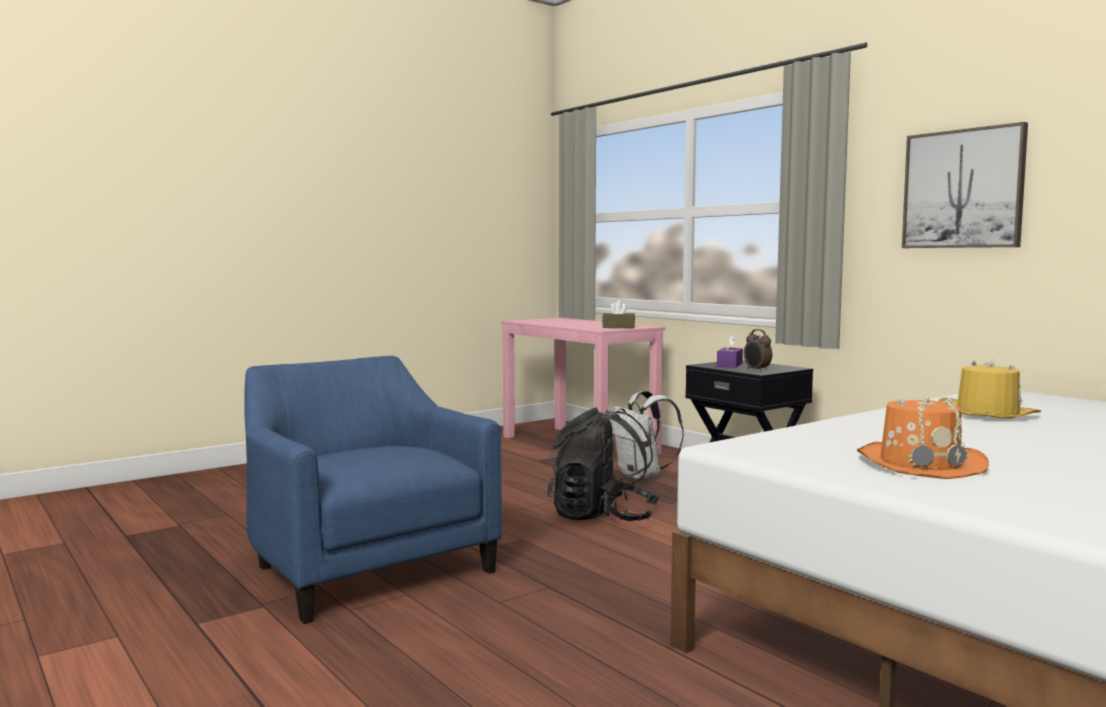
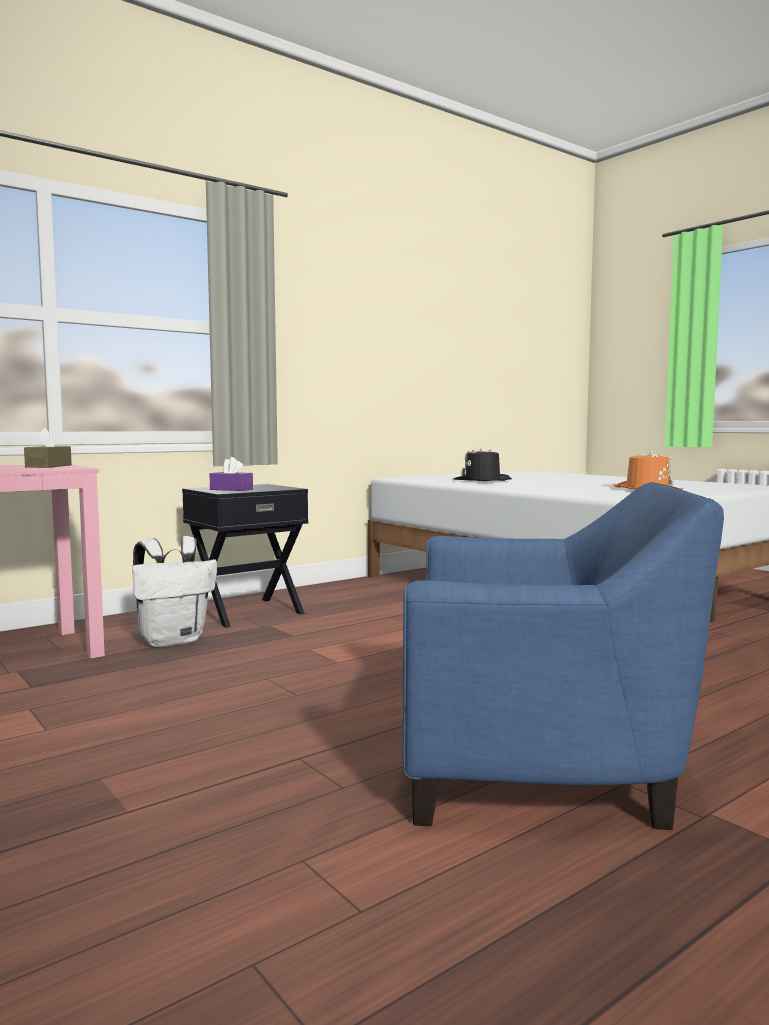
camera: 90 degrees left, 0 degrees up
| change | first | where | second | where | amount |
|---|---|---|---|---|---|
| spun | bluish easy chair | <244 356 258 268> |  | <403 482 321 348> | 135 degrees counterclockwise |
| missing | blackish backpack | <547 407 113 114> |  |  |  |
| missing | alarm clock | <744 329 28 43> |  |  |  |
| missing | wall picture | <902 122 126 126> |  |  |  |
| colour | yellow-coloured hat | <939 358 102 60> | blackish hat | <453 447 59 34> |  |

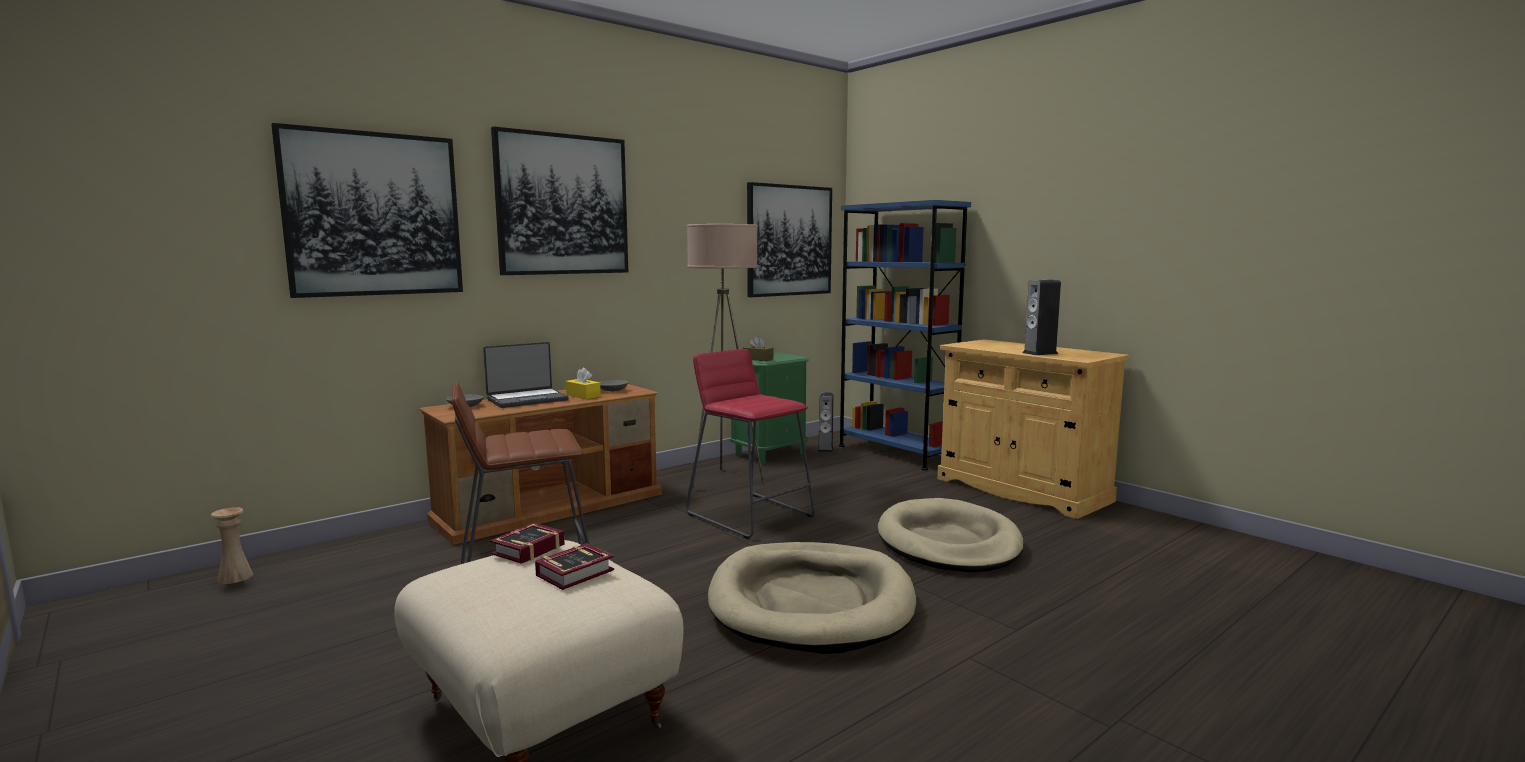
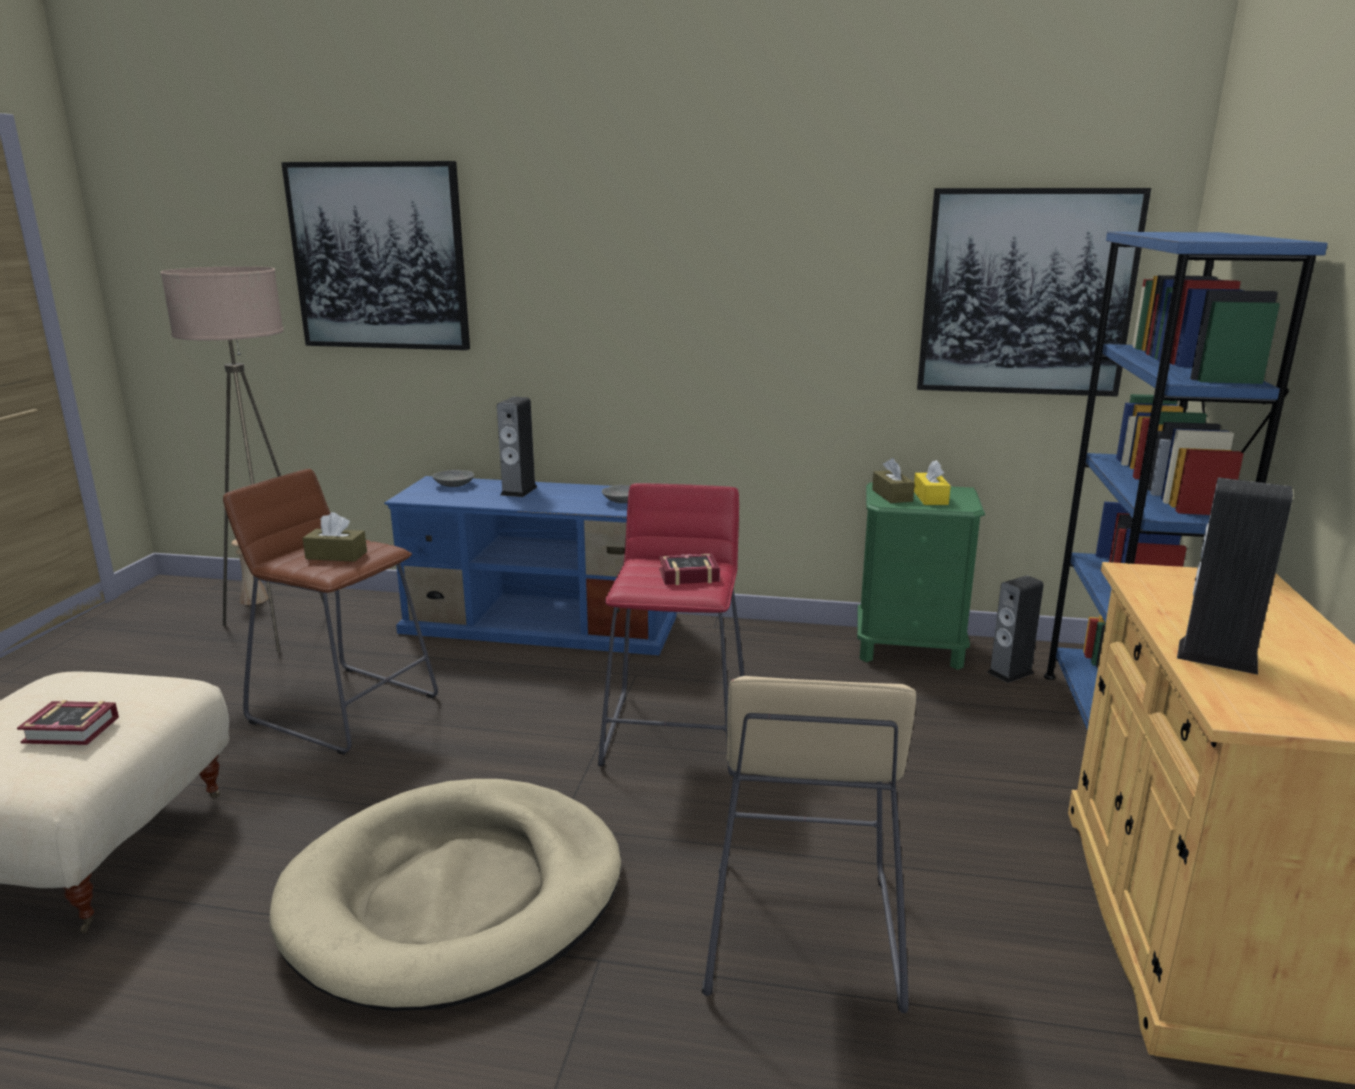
camera: 50 degrees right, 10 degrees up
| change | first | where | second | where | amount |
|---|---|---|---|---|---|
| colour | brownish tv stand | <419 384 243 161> | bluish tv stand | <384 476 293 179> |  |
| exchanged | laptop | <483 342 86 66> | speaker | <497 397 40 100> |  |
| relocated | bound book | <490 523 75 41> |  | <659 553 61 32> |  |
| missing | wall picture | <491 127 137 148> |  |  |  |
| relocated | yellow-coloured tissue box | <566 368 35 31> |  | <914 460 37 45> |  |
| relocated | sand-coloured floor lamp | <687 224 78 266> |  | <161 266 163 386> |  |
| exchanged | sand-coloured pet bed | <878 498 146 74> | sand-coloured sitting stool | <702 676 214 337> |  |
| appeared |  |  | brownish tissue box | <303 512 64 50> |  |

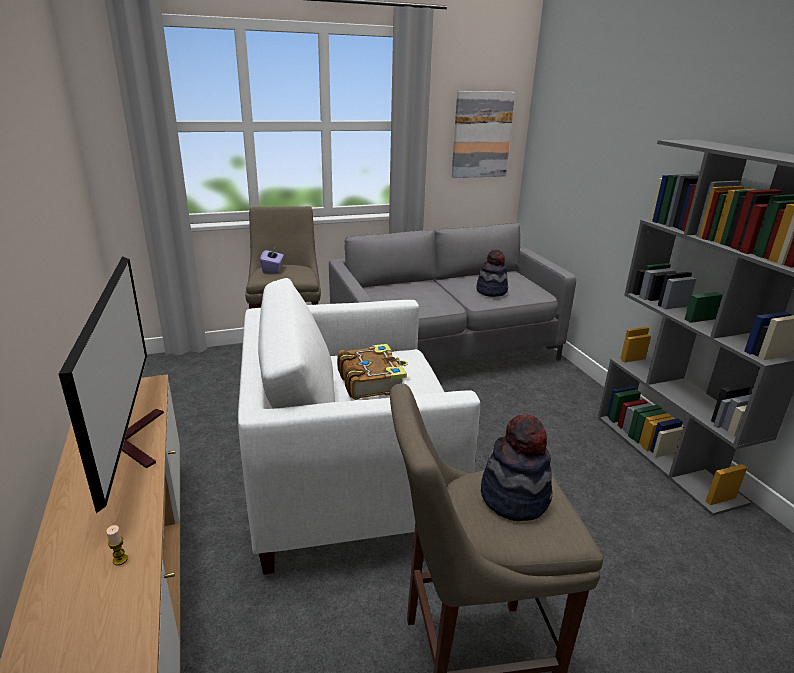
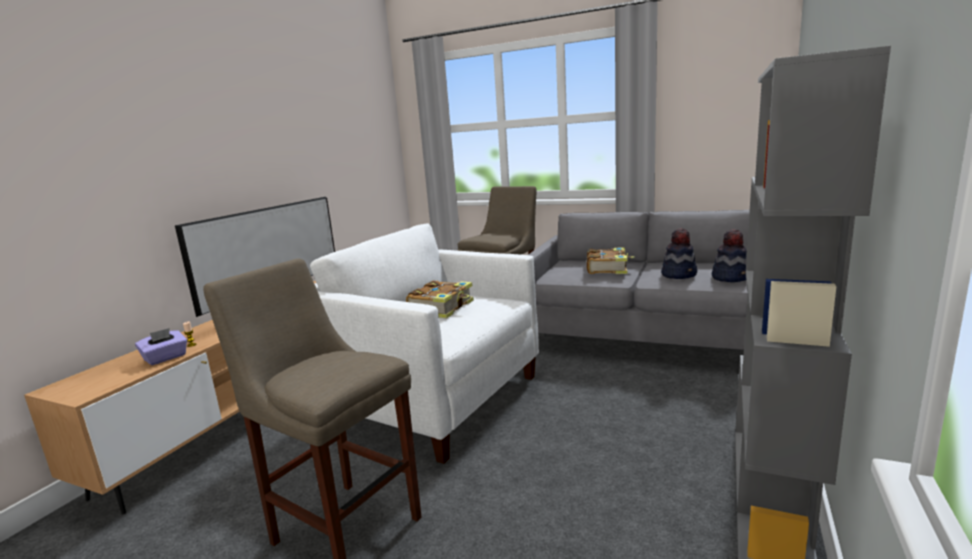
camera: 45 degrees right, 10 degrees down
| change | first | where | second | where | amount |
|---|---|---|---|---|---|
| relocated | purple-coloured tissue box | <260 247 24 26> |  | <135 328 52 37> |  |
| missing | wall picture | <452 91 63 87> |  |  |  |
| relocated | hat | <481 414 72 107> |  | <712 229 35 53> |  |
| appeared |  |  | bound book | <587 247 48 27> |  |

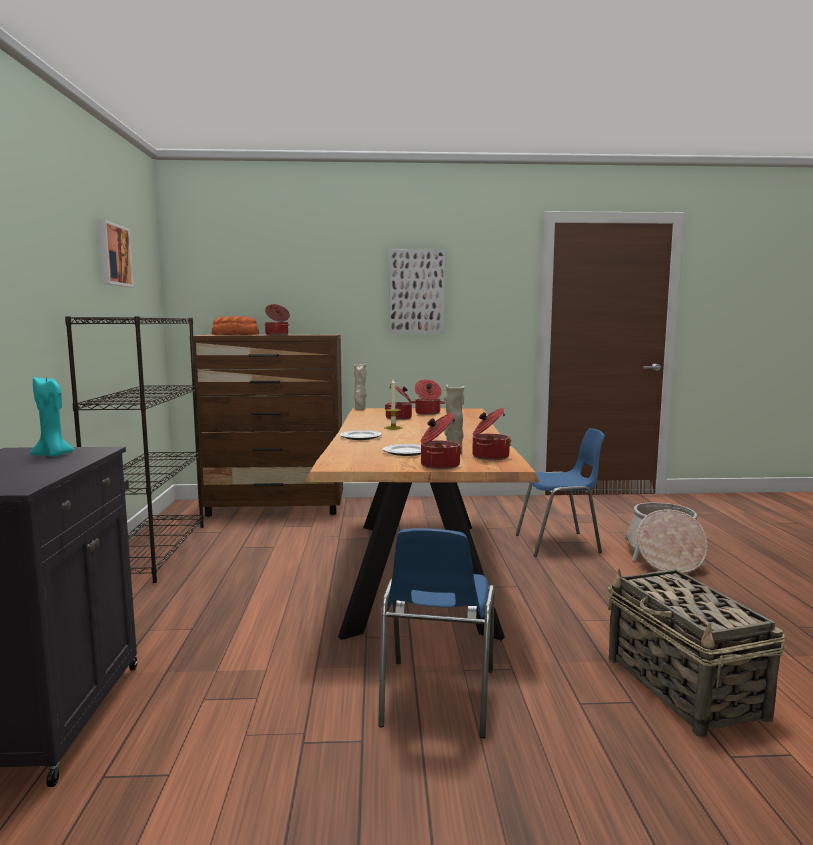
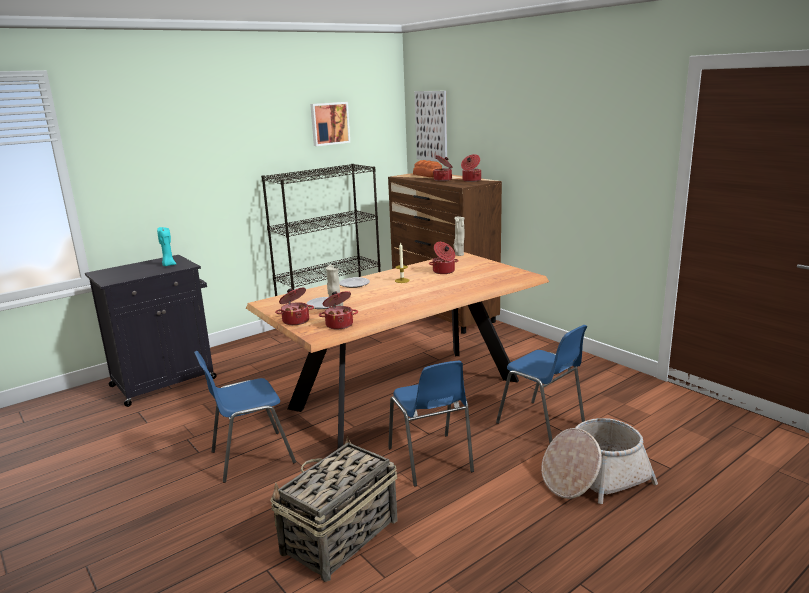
camera: 55 degrees right, 10 degrees up
| change | first | where | second | where | amount |
|---|---|---|---|---|---|
| relocated | wall picture | <389 249 56 85> |  | <415 91 32 71> |  |
| relocated | stockpot | <412 379 34 36> |  | <461 154 20 28> |  |
| appeared |  |  | bluish chair | <388 361 86 126> |  |

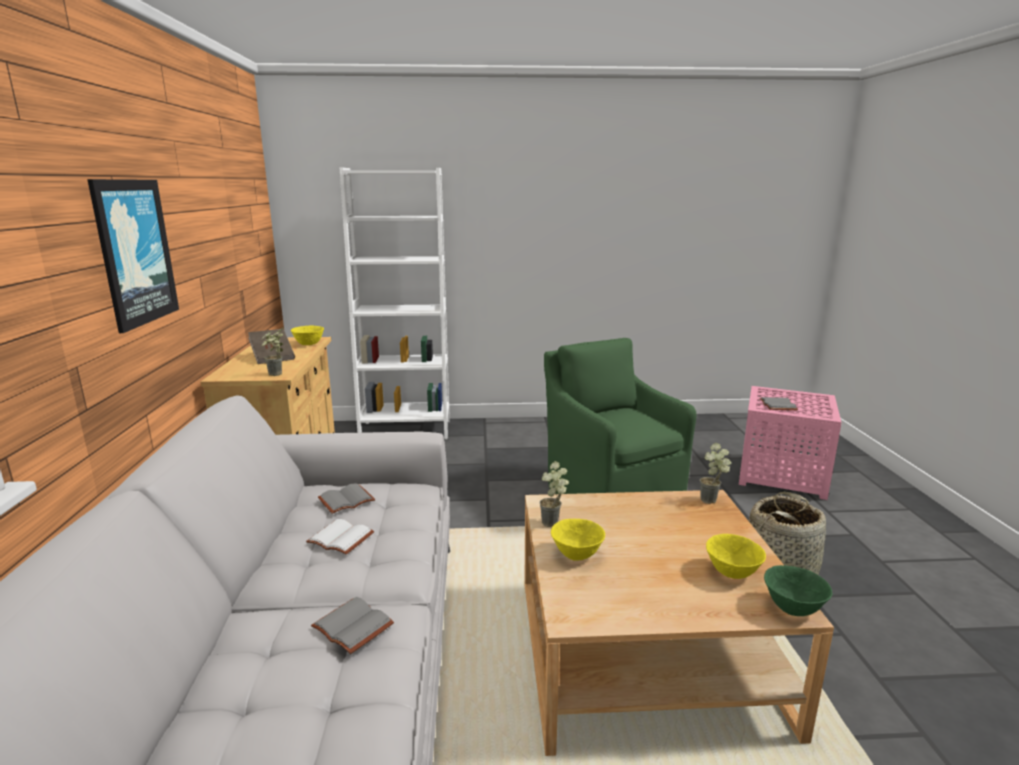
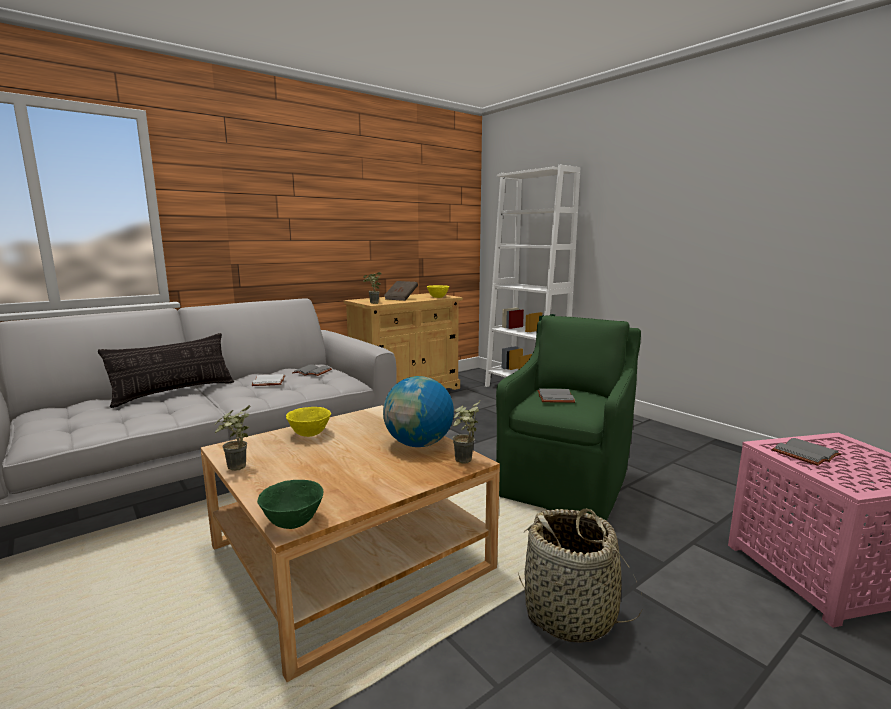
camera: 55 degrees right, 5 degrees down
| change | first | where | second | where | amount |
|---|---|---|---|---|---|
| missing | wall picture | <87 179 92 154> |  |  |  |
| relocated | greyish bound book | <311 597 83 57> |  | <537 389 38 14> |  |
| relocated | houseplant | <539 461 30 66> |  | <215 405 36 66> |  |
| missing | yellow-coloured serving bowl | <706 534 60 45> |  |  |  |
| appeared |  |  | pillow | <98 333 136 75> |  |
| appeared |  |  | world globe | <383 376 71 71> |  |

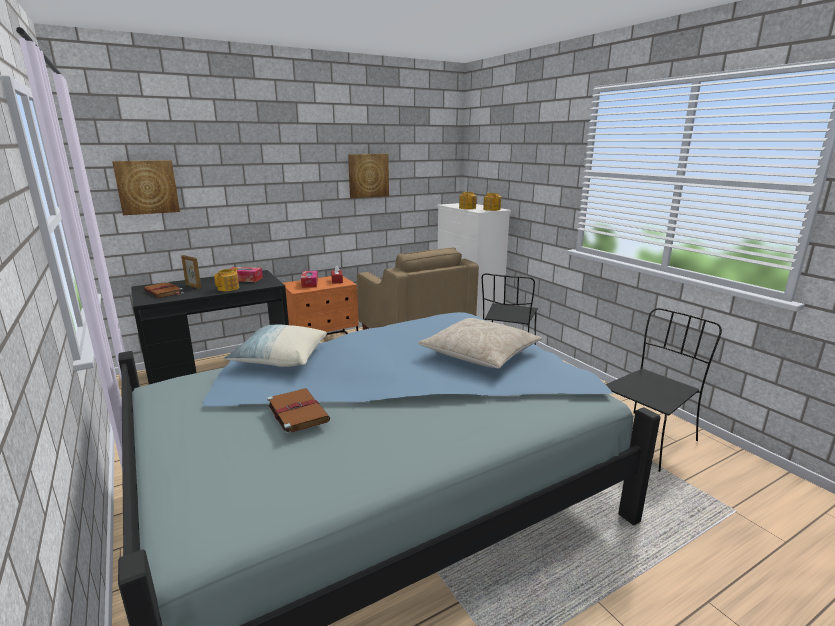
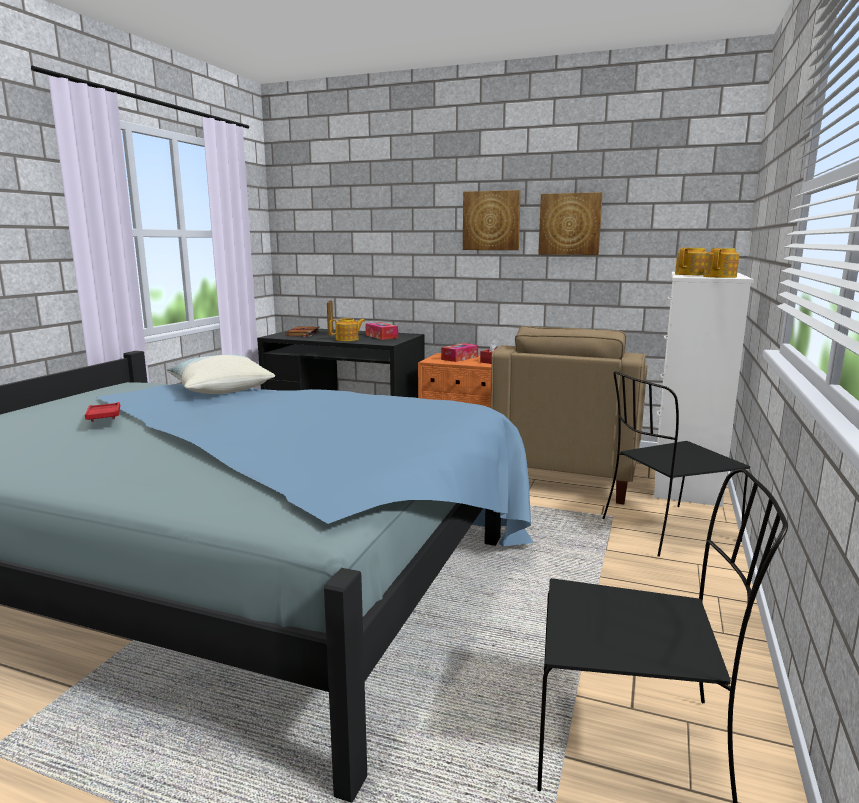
camera: 50 degrees right, 5 degrees down
| change | first | where | second | where | amount |
|---|---|---|---|---|---|
| relocated | wall picture | <112 160 68 55> |  | <463 190 58 60> |  |
| exchanged | brownish bound book | <267 389 63 46> | red-coloured serving tray | <85 402 35 20> |  |
| missing | sand-coloured pillow | <418 318 124 50> |  |  |  |

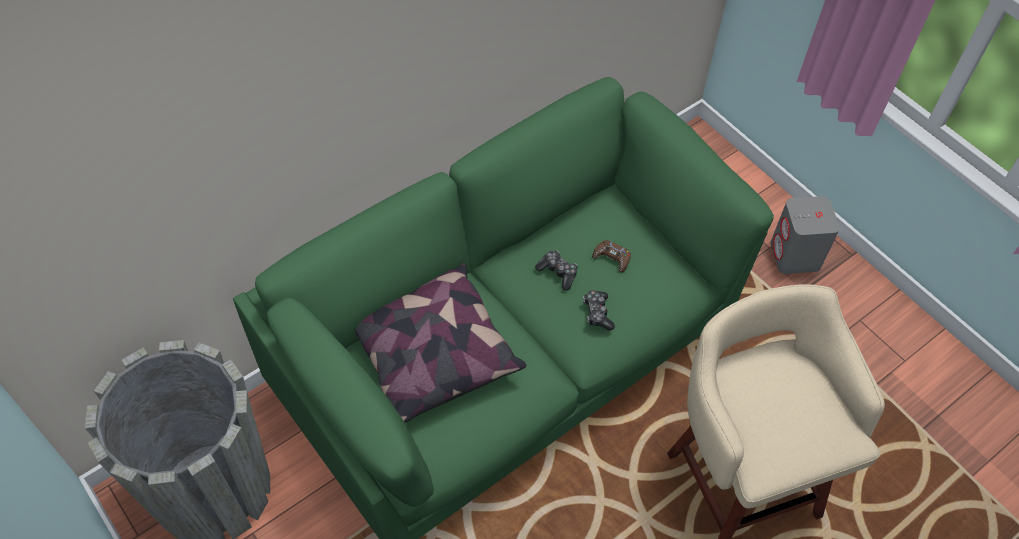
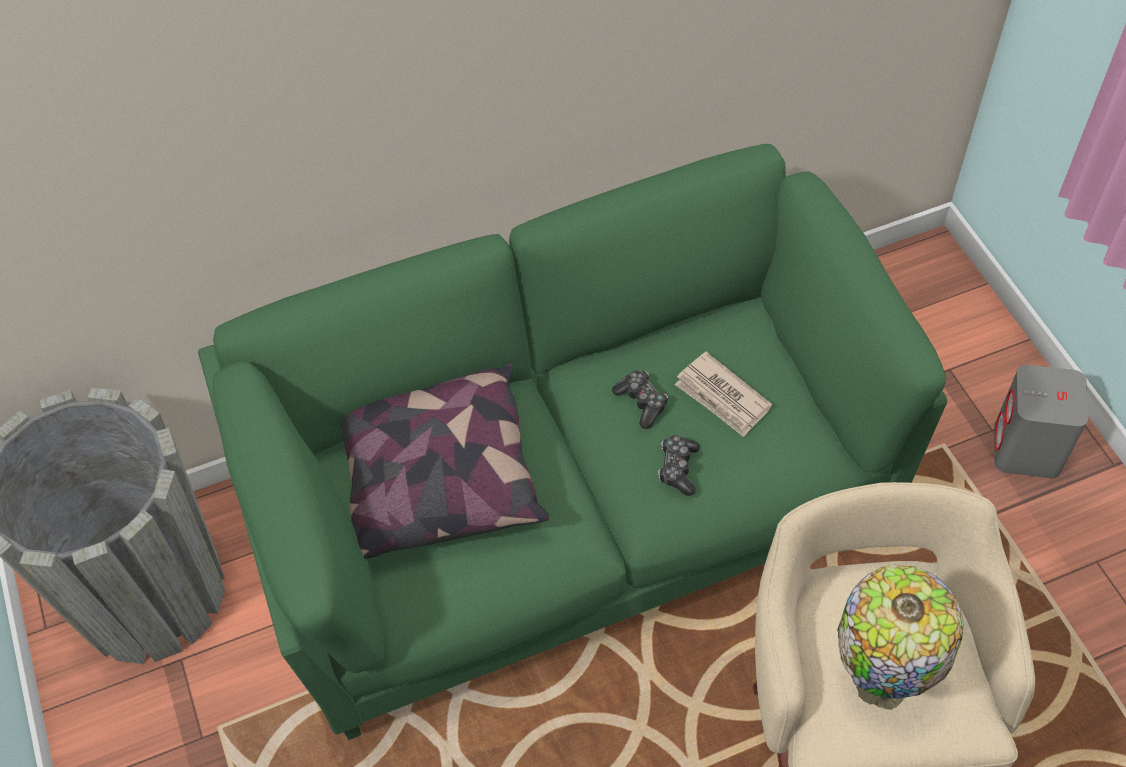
camera: 20 degrees right, 0 degrees up
| change | first | where | second | where | amount |
|---|---|---|---|---|---|
| exchanged | brownish gamepad | <592 240 39 32> | newspaper | <675 351 97 86> |  |
| appeared |  |  | tabletop lamp | <837 565 126 145> |  |

